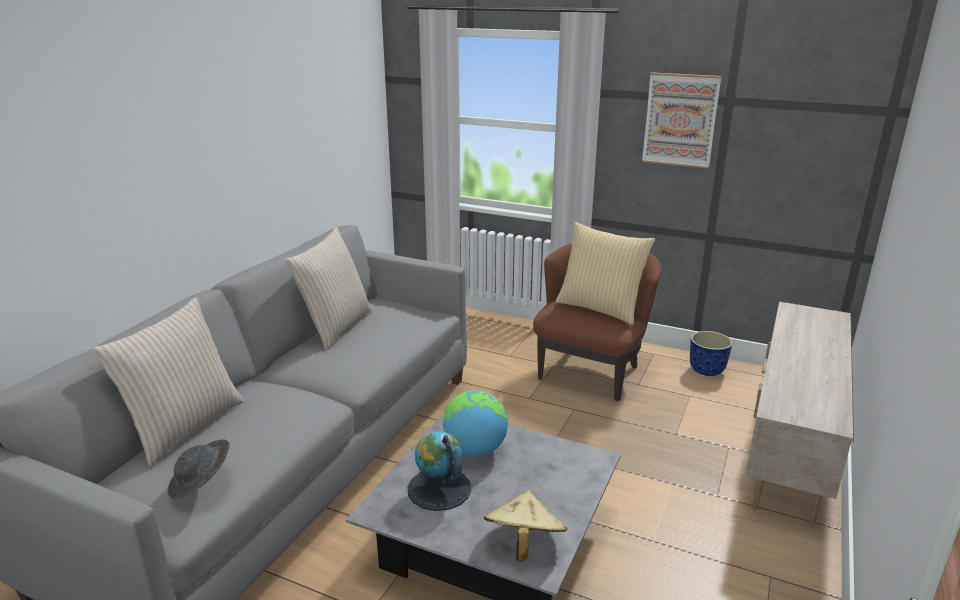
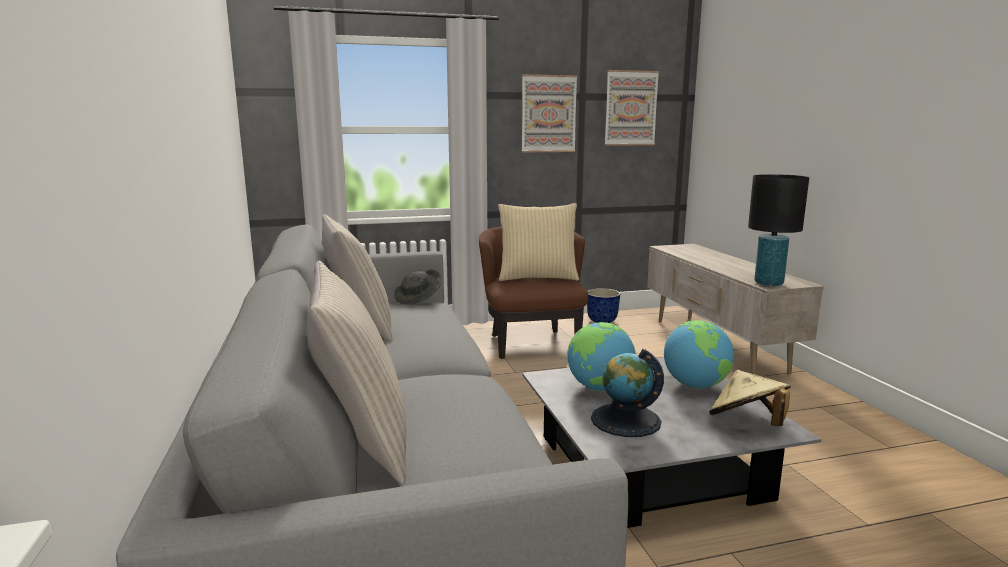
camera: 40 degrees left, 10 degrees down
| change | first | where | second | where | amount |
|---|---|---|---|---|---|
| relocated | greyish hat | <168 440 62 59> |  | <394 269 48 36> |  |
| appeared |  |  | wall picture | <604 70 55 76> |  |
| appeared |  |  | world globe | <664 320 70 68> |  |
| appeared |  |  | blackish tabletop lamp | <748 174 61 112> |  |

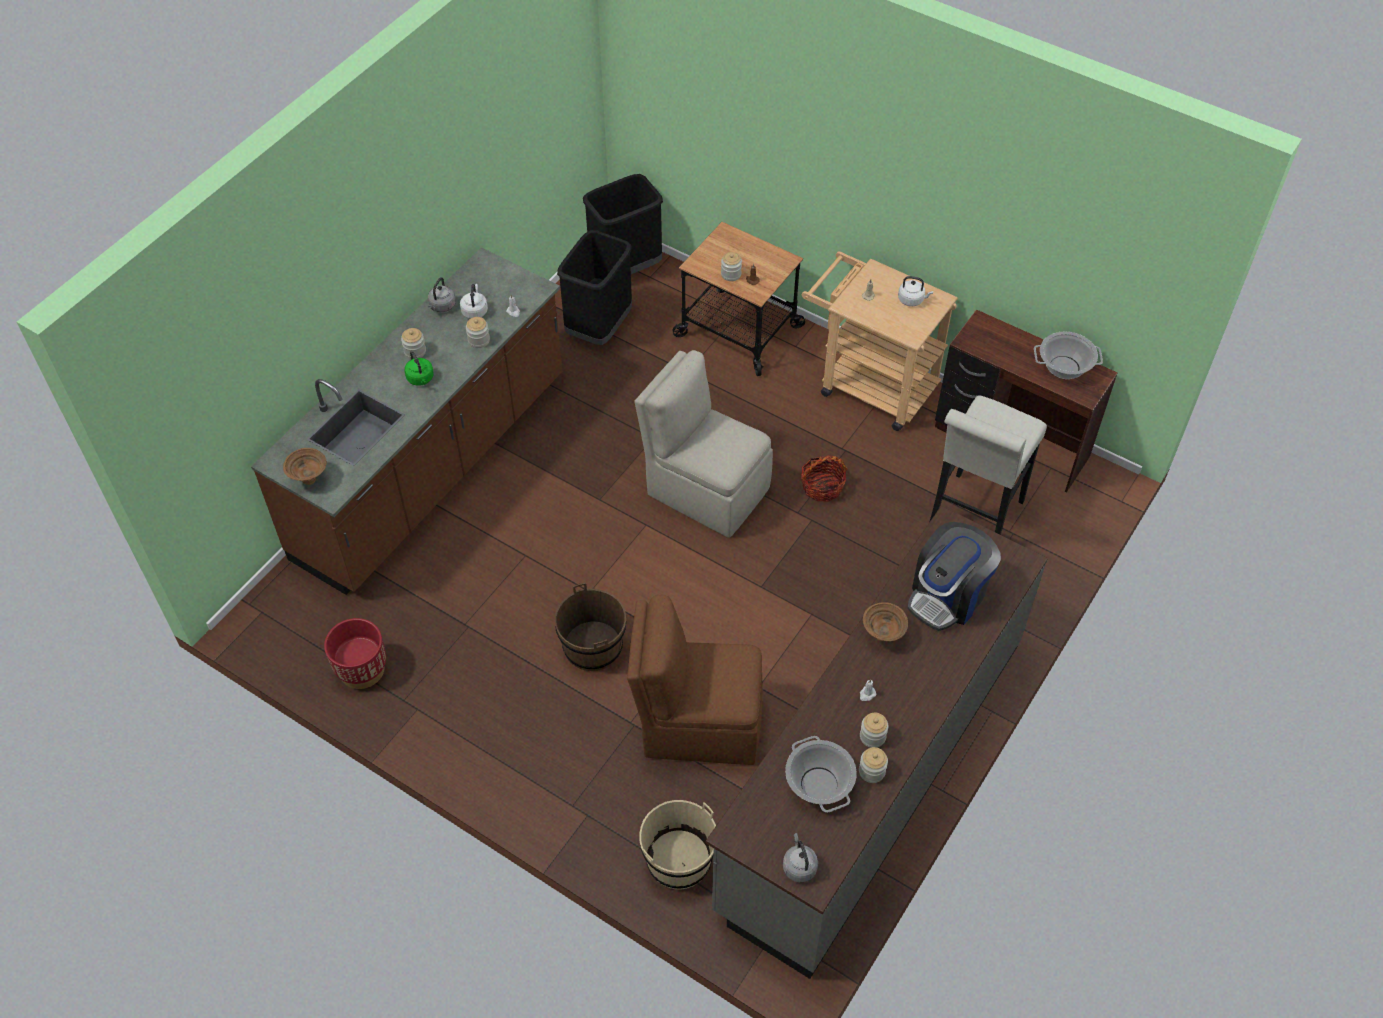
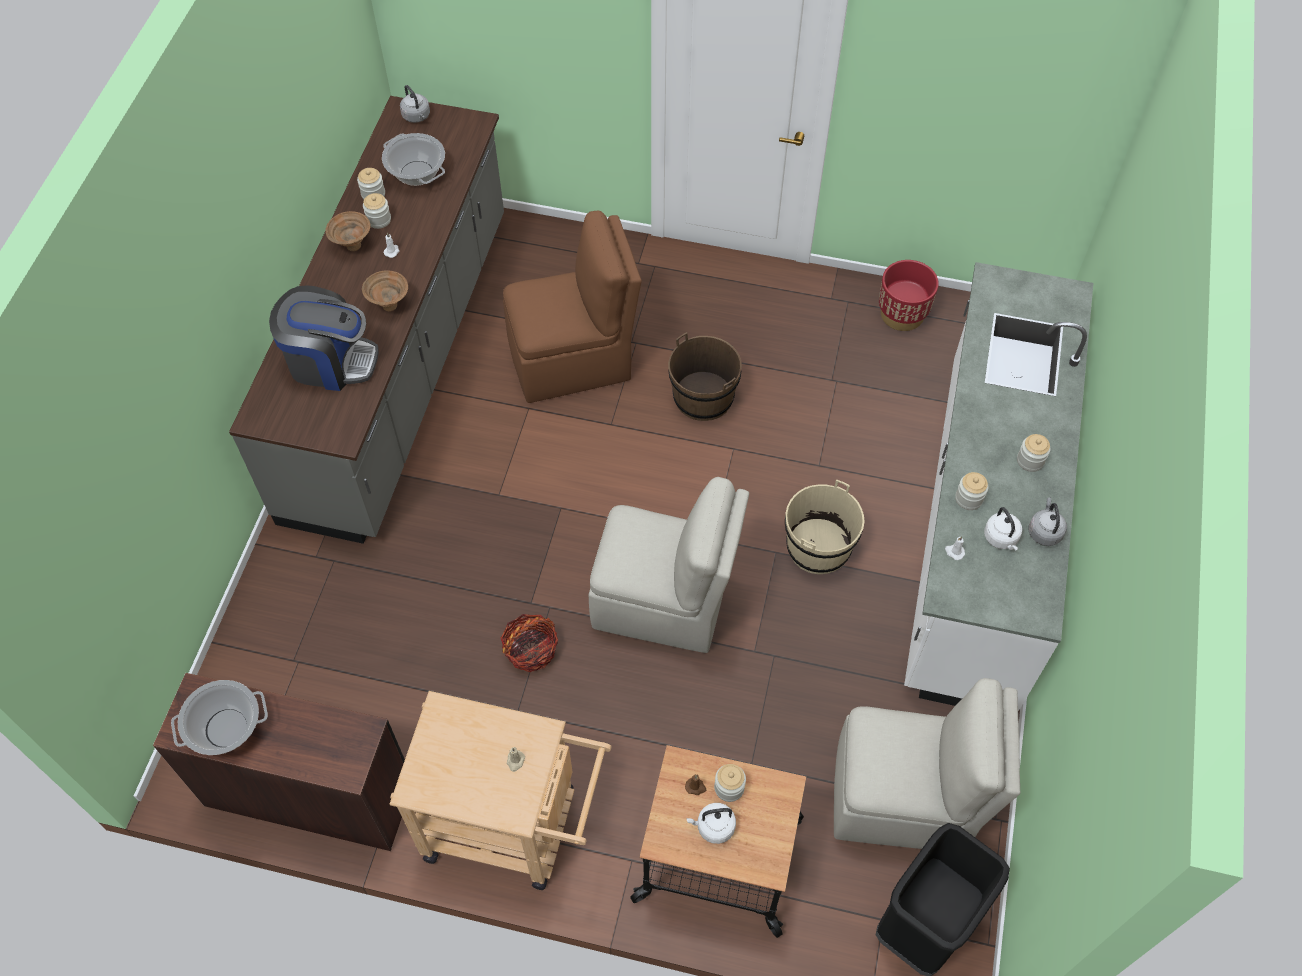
camera: 160 degrees right, 5 degrees up
| change | first | where | second | where | amount |
|---|---|---|---|---|---|
| colour | brownish kitchen base unit | <251 247 311 348> | white kitchen base unit | <904 262 189 449> |  |
| relocated | brownish serving bowl | <283 448 44 37> |  | <325 211 46 40> |  |
| missing | greenish kettle | <404 351 30 35> |  |  |  |
| exchanged | blackish rubbish bin | <557 230 75 115> | sand-coloured chair | <834 678 187 171> |  |
| relocated | sand-coloured bucket | <639 800 77 90> |  | <785 479 79 95> |  |
| relocated | white kettle | <898 276 35 30> |  | <686 803 50 41> |  |
| spun | coffee maker | <907 522 94 109> |  | <269 285 110 106> | 75 degrees clockwise |
| missing | white sitting stool | <930 395 117 140> |  |  |  |

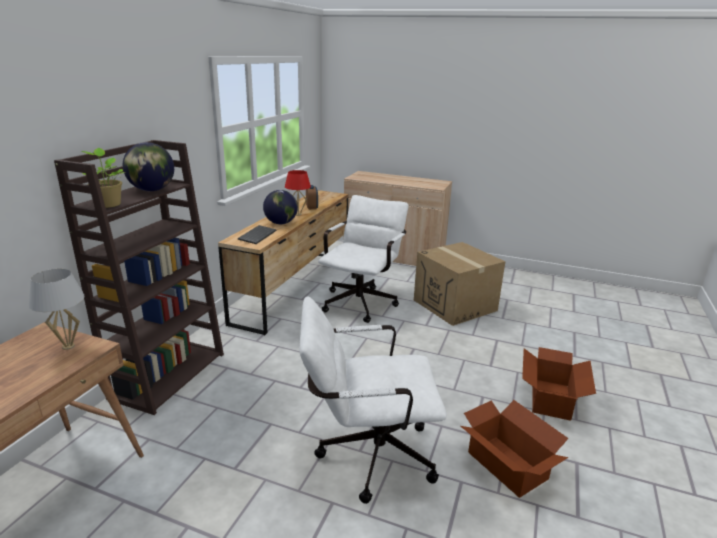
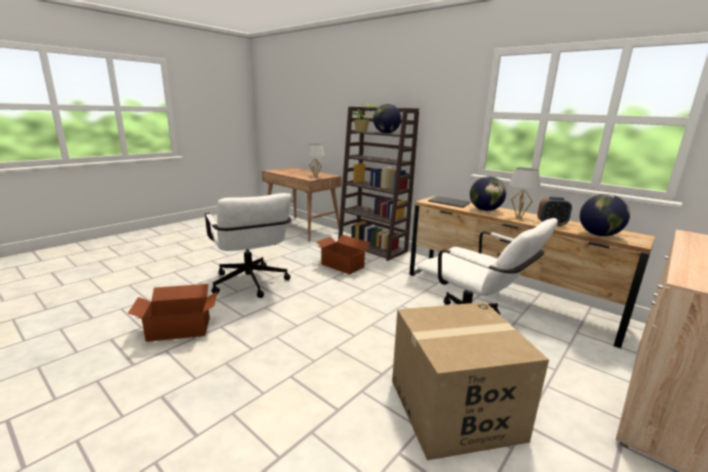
camera: 110 degrees right, 5 degrees down
| change | first | where | second | where | amount |
|---|---|---|---|---|---|
| colour | red-coloured tabletop lamp | <285 170 26 46> | white tabletop lamp | <509 168 32 51> |  |
| spun | white computer chair | <299 296 148 208> |  | <205 193 86 105> | 135 degrees clockwise |
| relocated | carton | <522 347 74 74> |  | <315 235 55 40> |  |
| appeared |  |  | world globe | <580 194 50 42> |  |

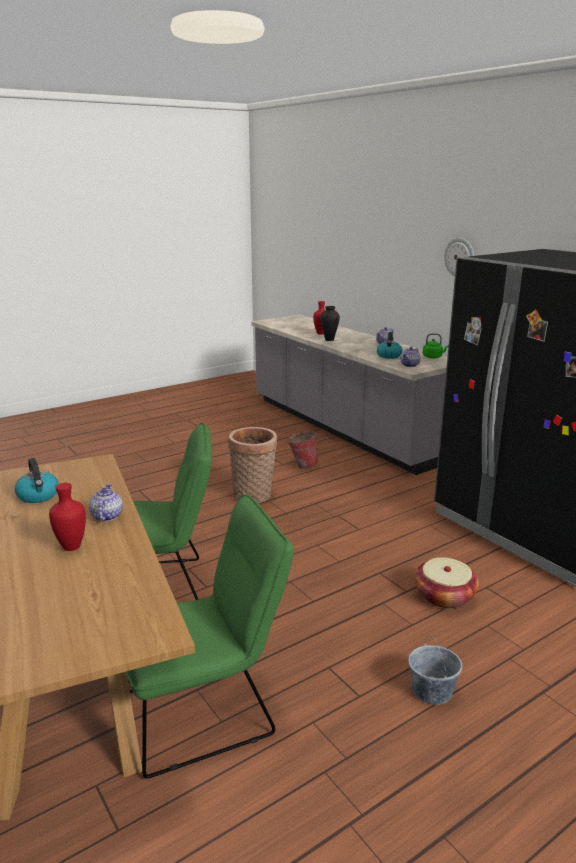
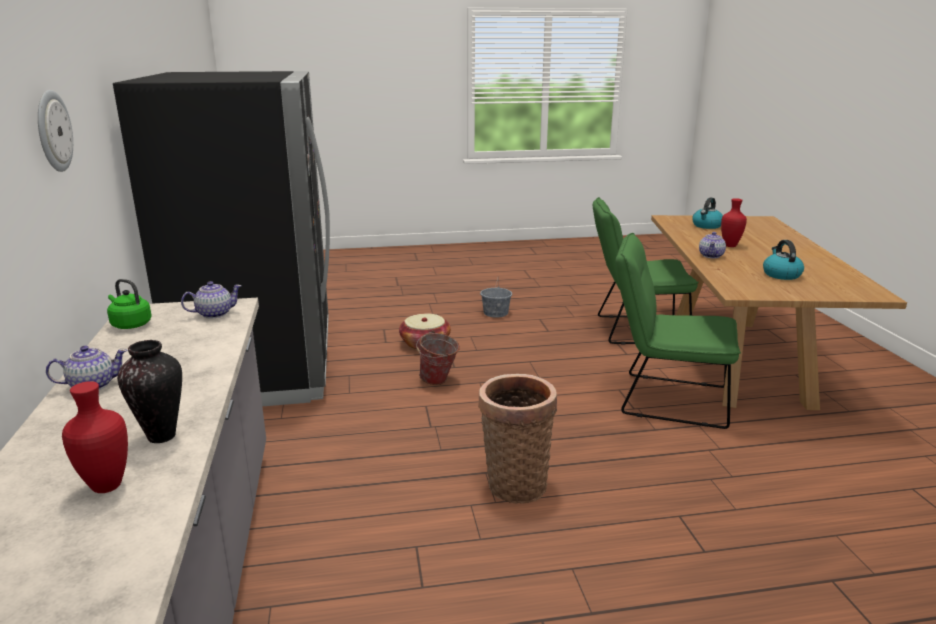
camera: 155 degrees left, 0 degrees up
| change | first | where | second | where | amount |
|---|---|---|---|---|---|
| relocated | bucket | <287 431 31 38> |  | <416 330 44 55> |  |
| relocated | kettle | <377 332 26 27> |  | <692 197 31 32> |  |

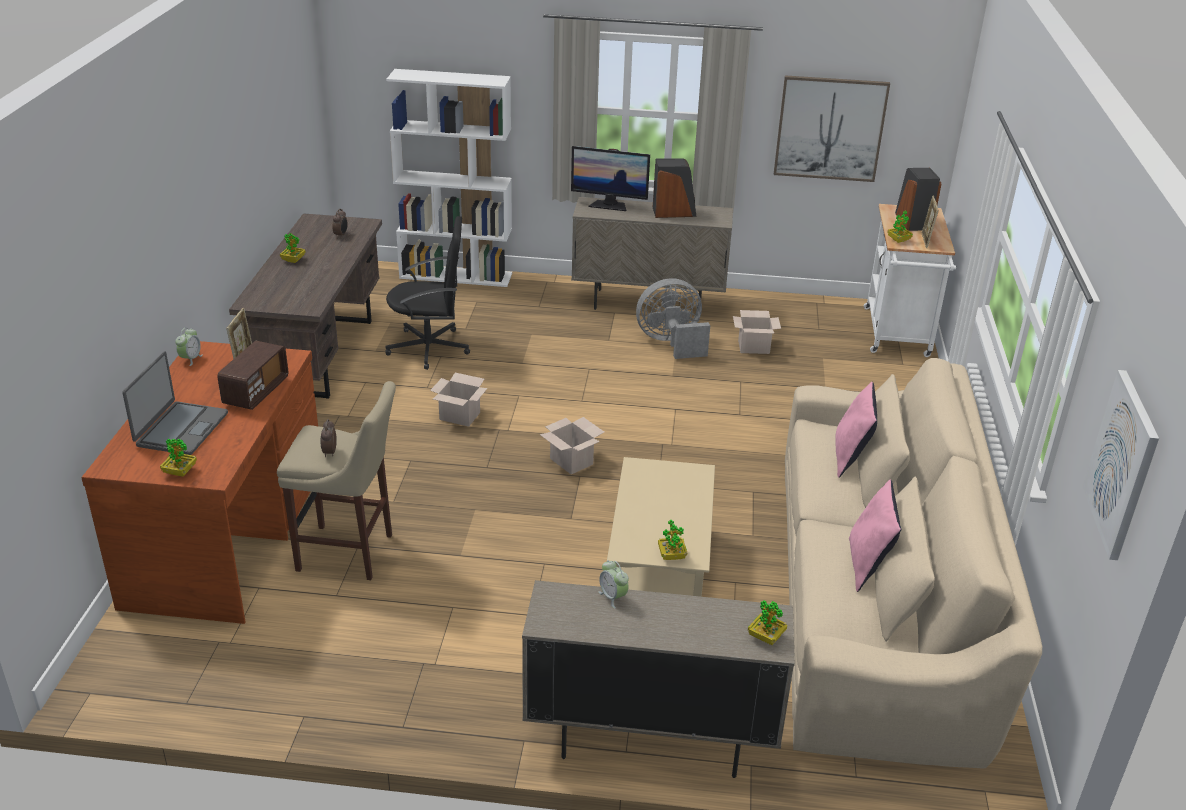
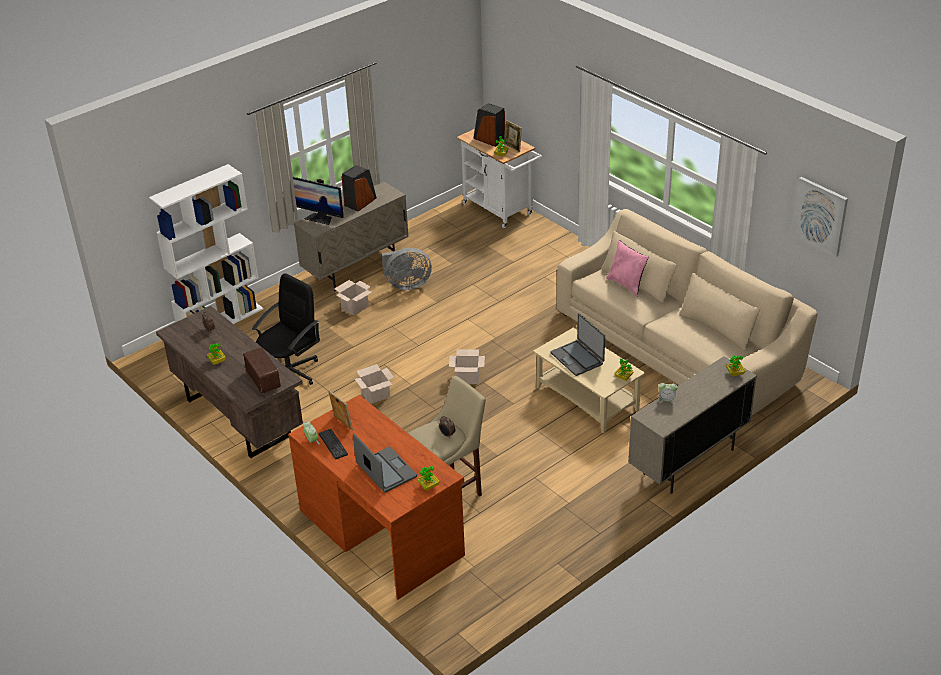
camera: 45 degrees left, 5 degrees up
| change | first | where | second | where | amount |
|---|---|---|---|---|---|
| relocated | radio | <218 341 70 69> |  | <243 347 38 46> |  |
| spun | computer screen | <571 146 79 65> |  | <293 177 51 48> | 60 degrees clockwise |
| spun | greyish fan | <636 278 74 81> |  | <382 248 50 42> | 135 degrees counterclockwise |
| relocated | carton | <733 310 48 44> |  | <335 280 37 36> |  |
| missing | wall picture | <774 75 116 107> |  |  |  |
| missing | pinkish pillow | <849 479 52 113> |  |  |  |
| appeared |  |  | PC keyboard | <319 429 29 31> |  |
| appeared |  |  | laptop | <551 313 54 63> |  |

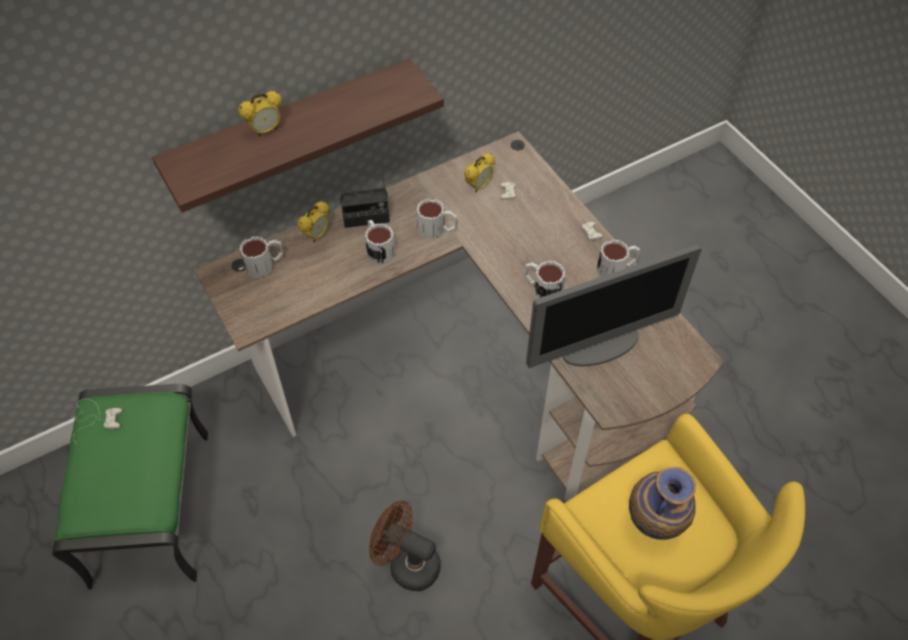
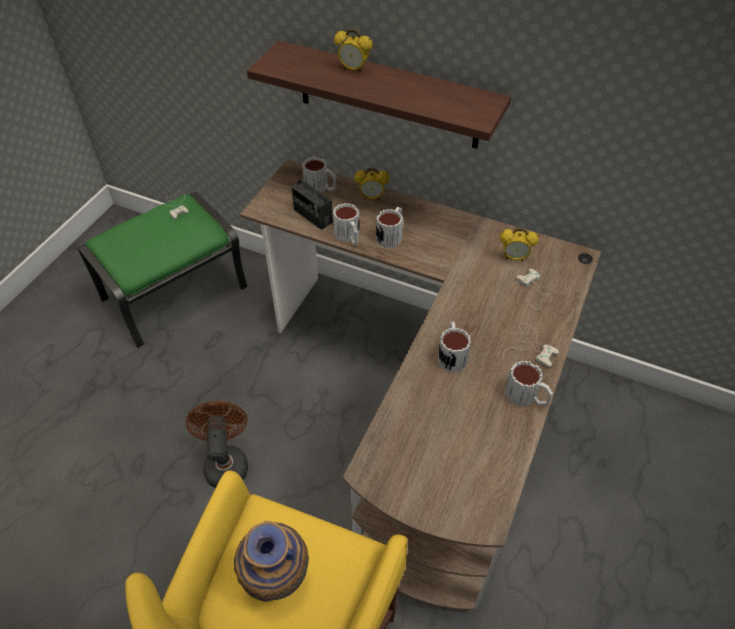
camera: 55 degrees right, 5 degrees down
| change | first | where | second | where | amount |
|---|---|---|---|---|---|
| relocated | radio | <340 173 50 55> |  | <291 177 42 53> |  |
| relocated | tea mug | <417 198 40 41> |  | <333 203 27 42> |  |
| missing | computer screen | <526 244 176 124> |  |  |  |

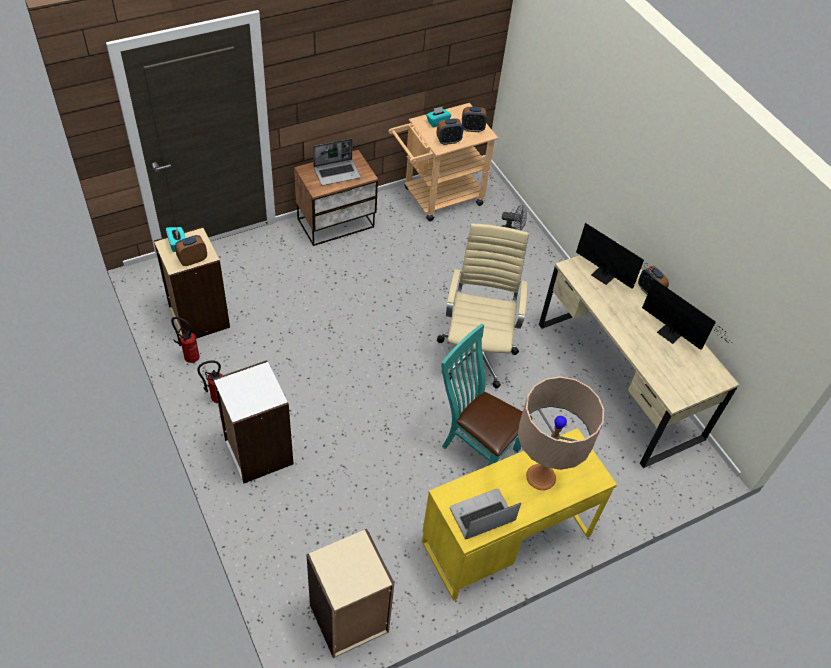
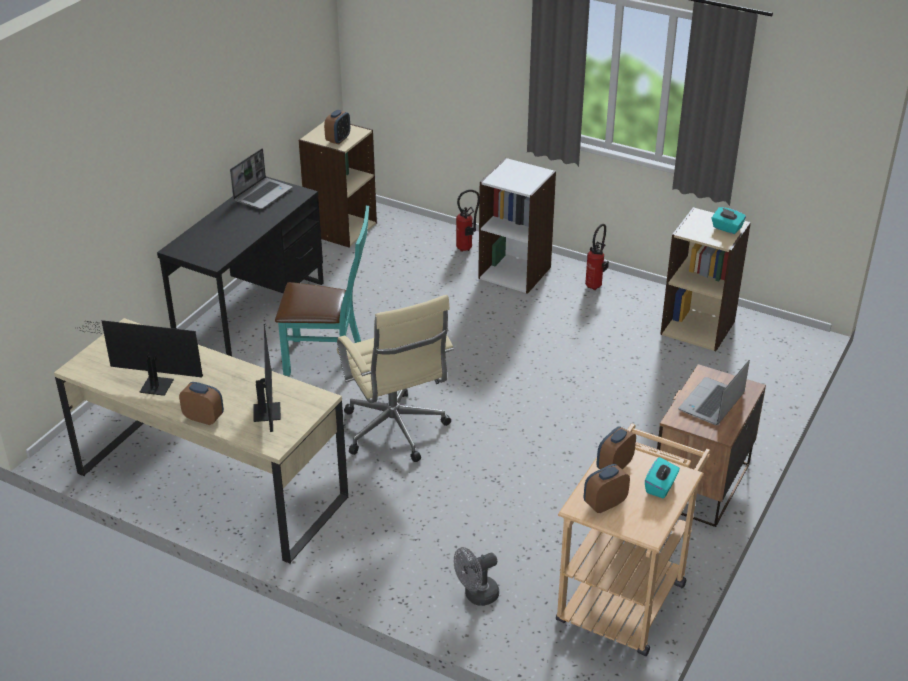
camera: 150 degrees right, 15 degrees down
| change | first | where | second | where | amount |
|---|---|---|---|---|---|
| relocated | extinguisher | <171 317 29 46> |  | <456 190 23 62> |  |
| relocated | alarm clock | <175 235 32 31> |  | <324 110 26 34> |  |
| colour | yellow-coloured desk | <422 428 195 173> | blackish desk | <157 176 167 180> |  |
| missing | sand-coloured tabletop lamp | <518 376 86 114> |  |  |  |
| spun | computer screen | <576 223 83 66> |  | <253 324 28 108> | 75 degrees clockwise |

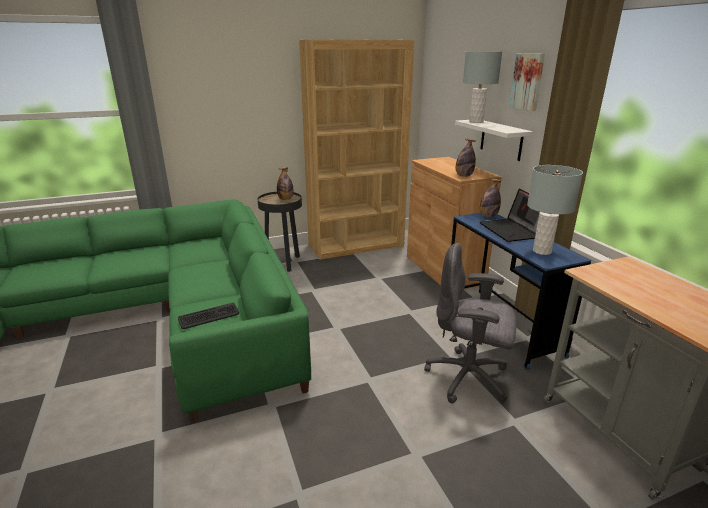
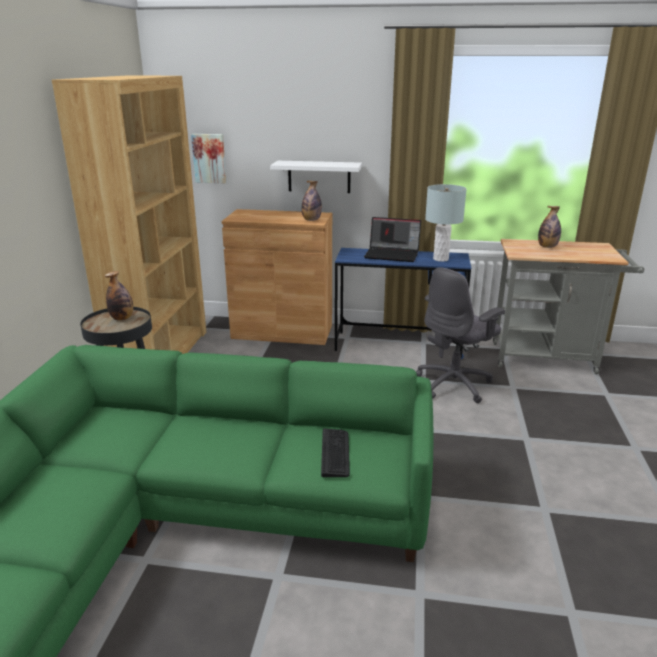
camera: 60 degrees left, 0 degrees up
| change | first | where | second | where | amount |
|---|---|---|---|---|---|
| missing | greyish tabletop lamp | <463 51 39 72> |  |  |  |
| relocated | bottle | <479 178 22 40> |  | <538 206 23 42> |  |
| relocated | wall picture | <509 53 36 58> |  | <191 134 35 49> |  |

